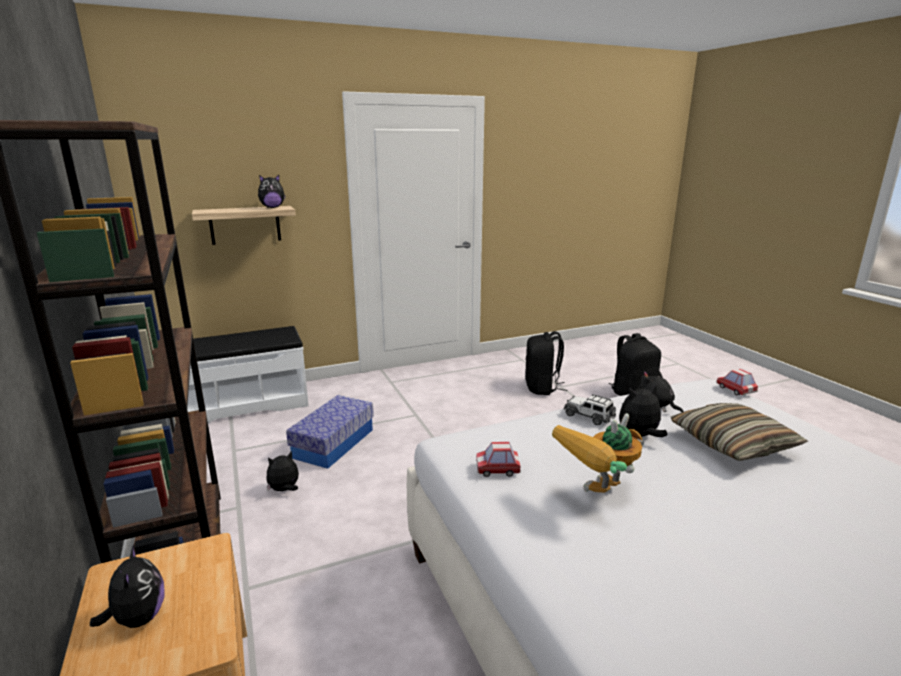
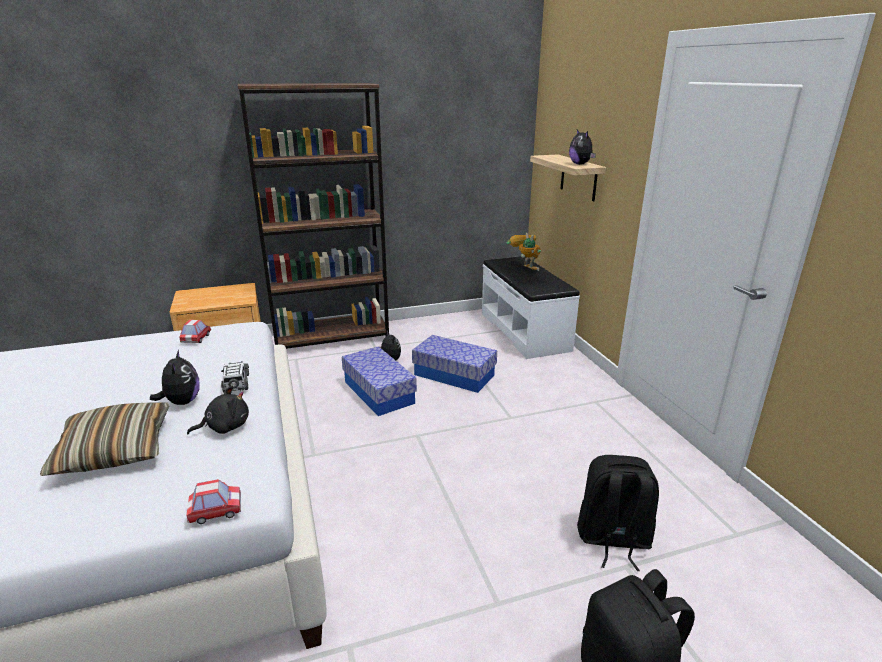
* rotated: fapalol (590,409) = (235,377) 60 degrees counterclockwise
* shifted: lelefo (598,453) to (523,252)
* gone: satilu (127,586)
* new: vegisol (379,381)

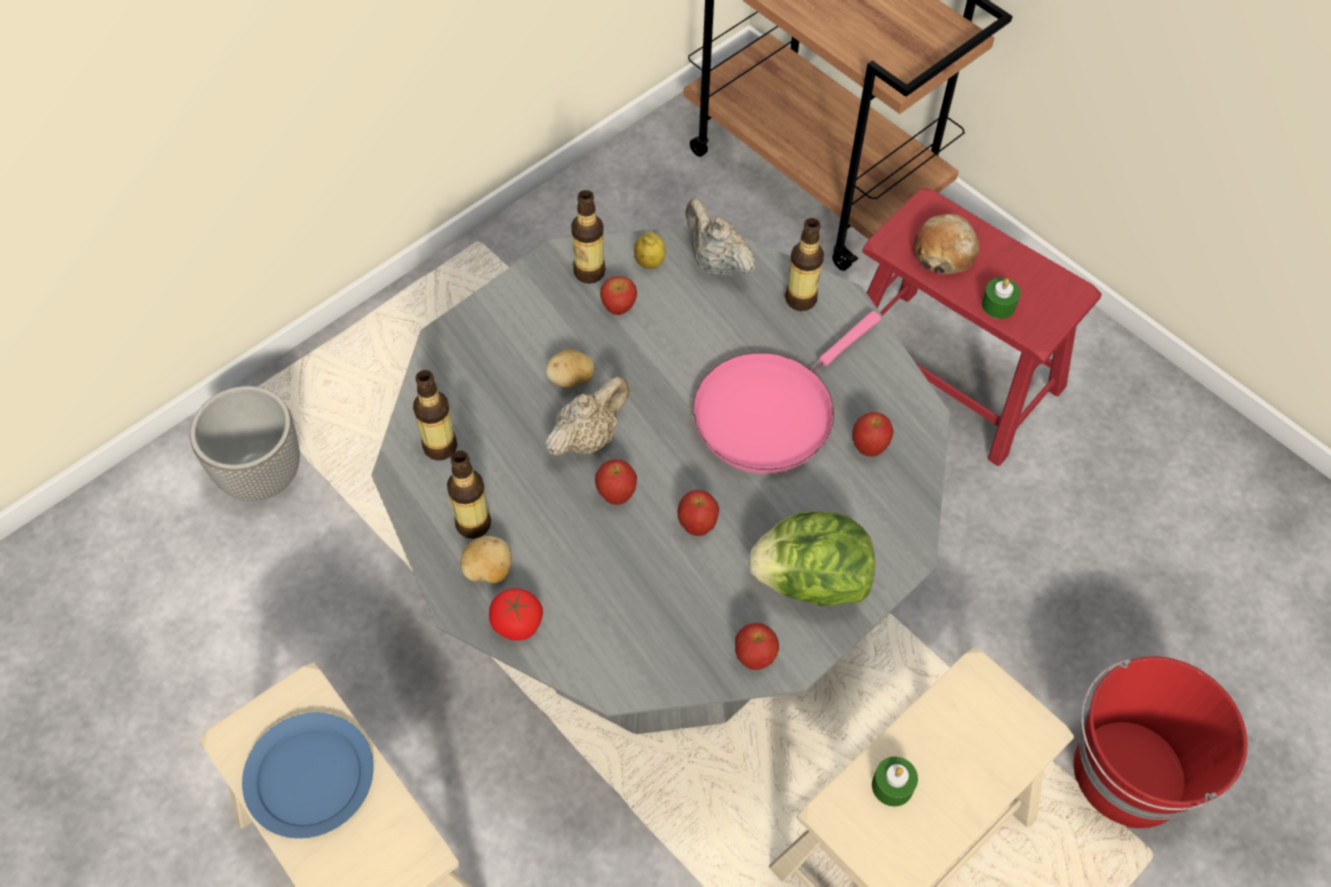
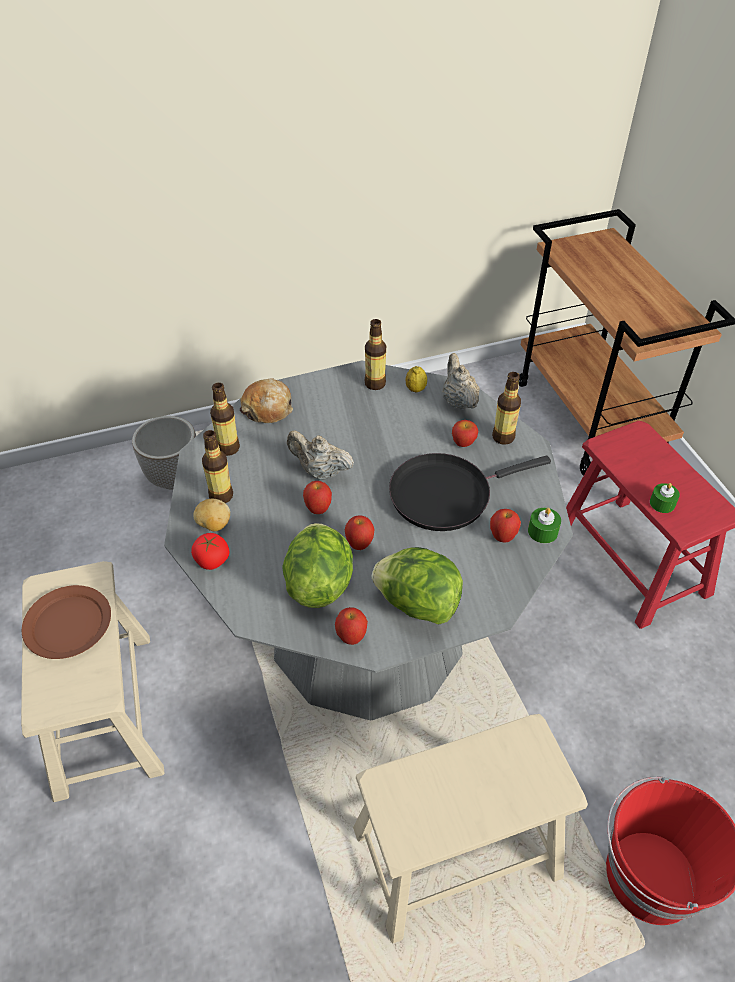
* shifted: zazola (946,244) to (266,400)
* shifted: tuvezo (618,295) to (465,433)
* repainted: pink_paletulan (787,392) to black_paletulan (470,492)
* gone: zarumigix (569,368)
* rotated: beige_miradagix (588,416) = (320,455) 135 degrees counterclockwise
* repainted: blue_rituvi (307,775) to brown_rituvi (66,622)
* shifted: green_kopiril (895,782) to (544,525)
* new: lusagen (317,565)

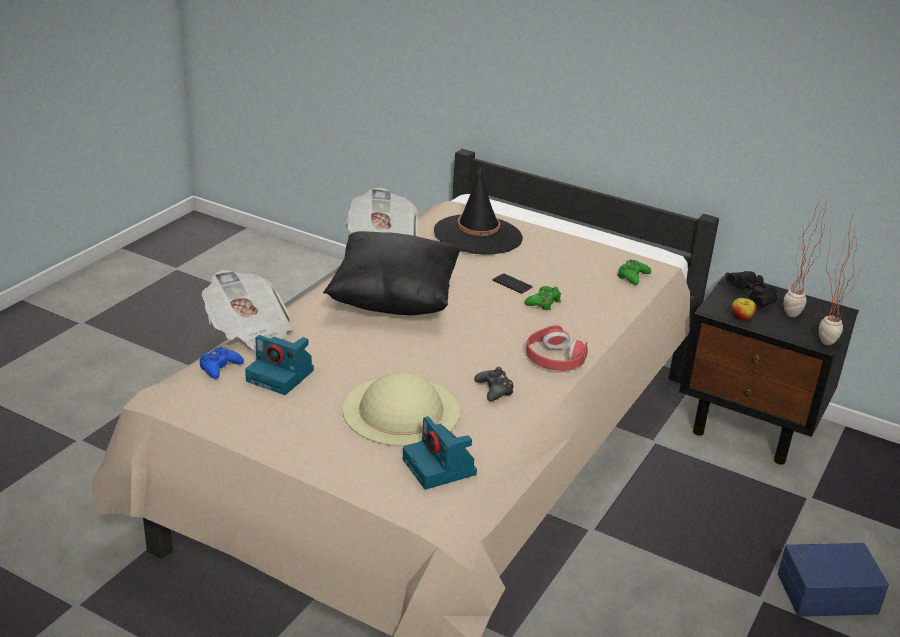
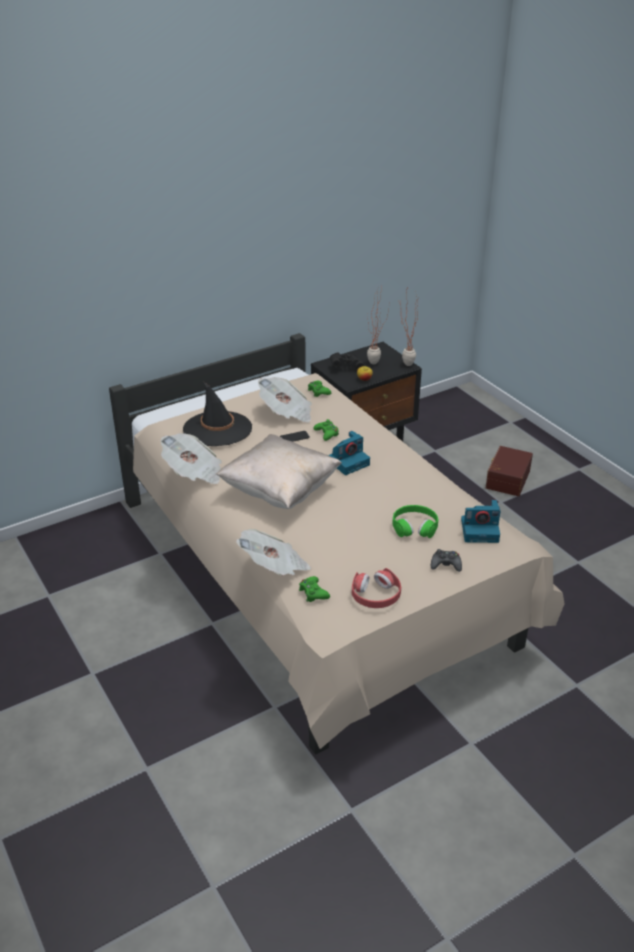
* repainted: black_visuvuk (391,273) to beige_visuvuk (279,471)
* shifted: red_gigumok (557,348) to (376,588)
* shifted: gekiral (279,365) to (349,453)
* repainted: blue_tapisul (222,363) to green_tapisul (314,589)
* shifted: black_tapisul (493,384) to (446,560)
* swapped: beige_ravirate (401,409) to green_gigumok (415,521)
* repainted: blue_vegisol (833,580) to brown_vegisol (509,471)
* new: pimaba (285,400)

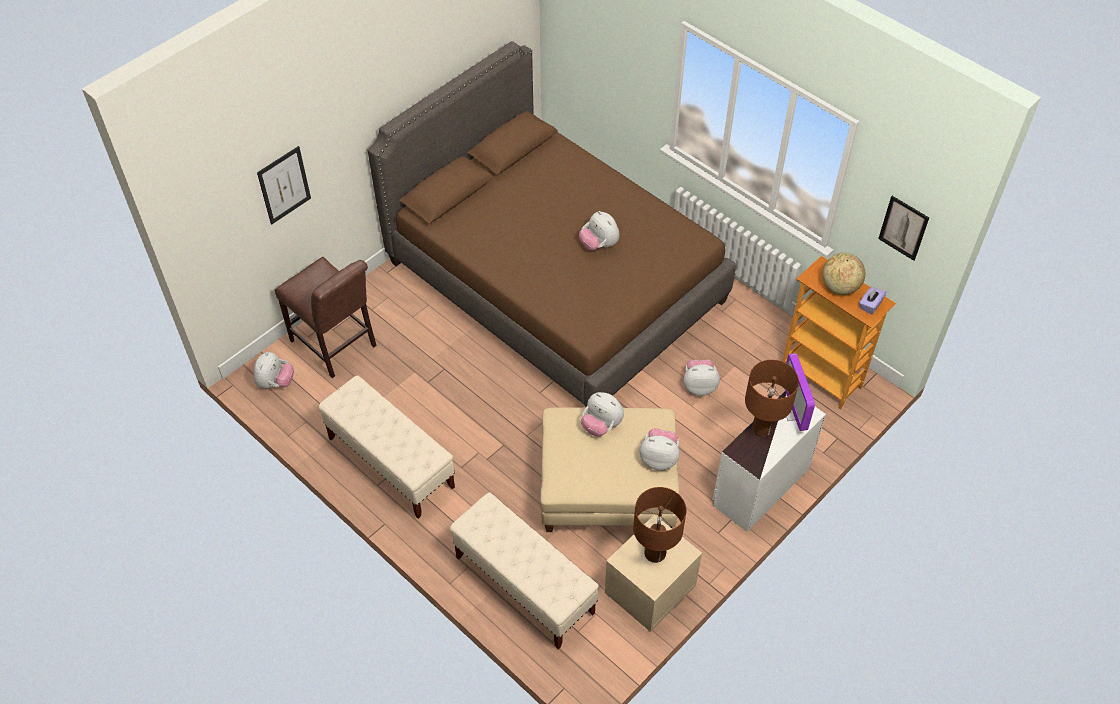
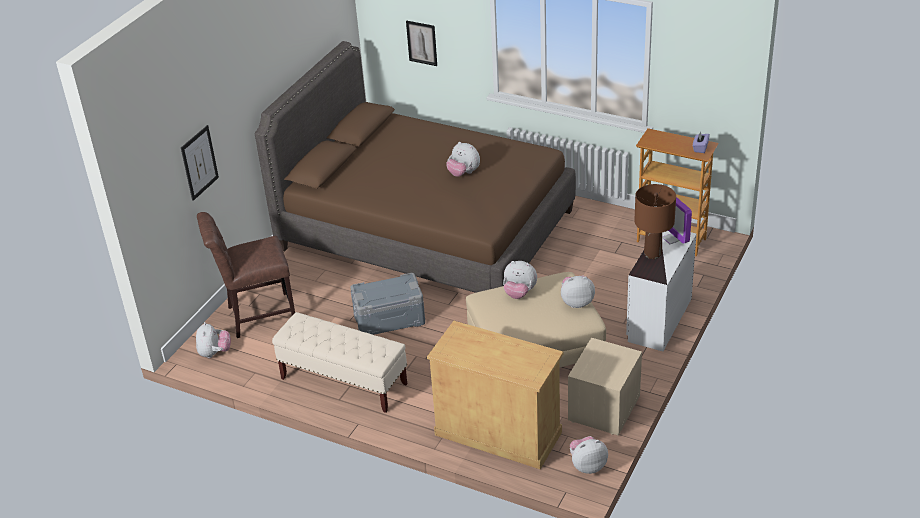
* shifted: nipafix (903,228) to (421,43)
* gone: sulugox (843,274)
* rotated: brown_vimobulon (326,317) = (246,275) 135 degrees clockwise
* shifted: satilu (702,378) to (589,455)
* gone: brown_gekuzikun (659,525)
* swapped: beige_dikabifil (524,571) to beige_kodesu (495,395)
* new: grey_vegisol (387,304)

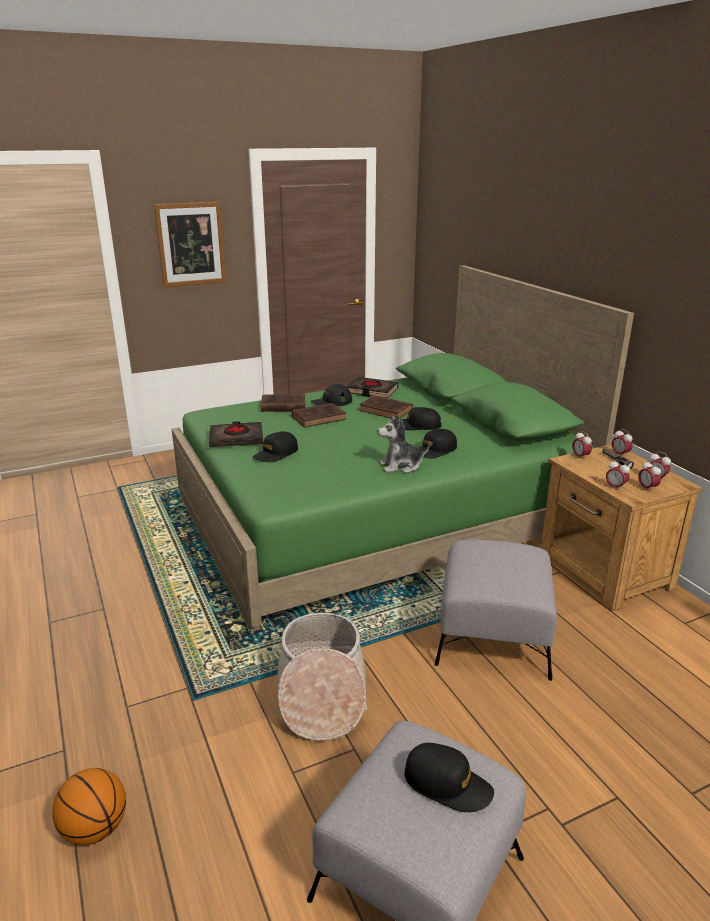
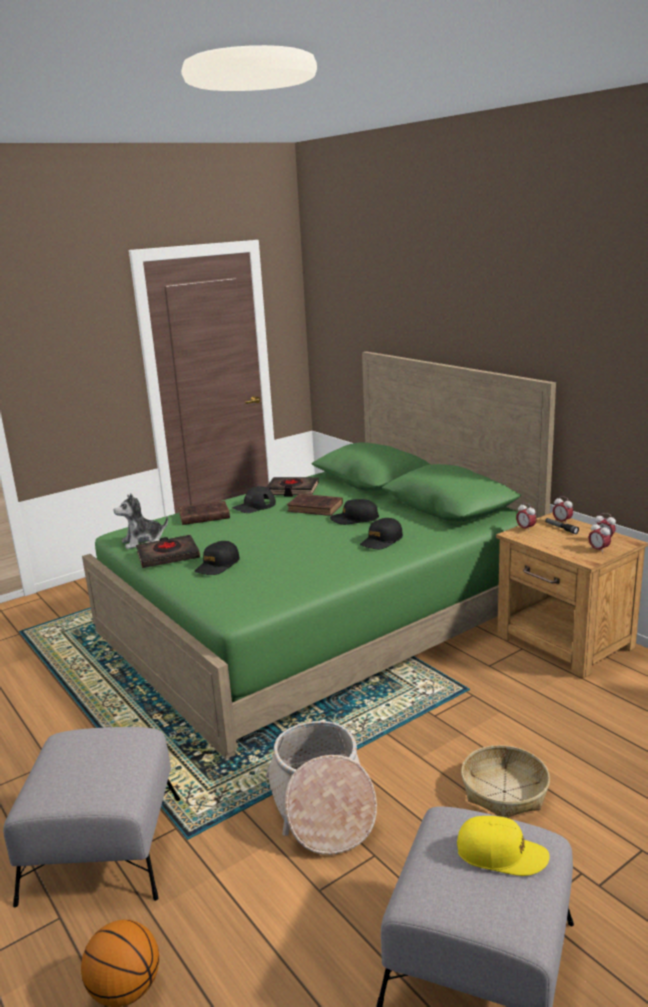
* gone: nipafix (190,244)
* gone: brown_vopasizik (319,415)
* shifted: satilu (403,444) to (140,521)
* gone: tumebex (618,475)
* shifted: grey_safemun (496,610) to (91,817)
* repainted: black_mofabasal (449,777) to yellow_mofabasal (503,846)
* new: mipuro (505,781)

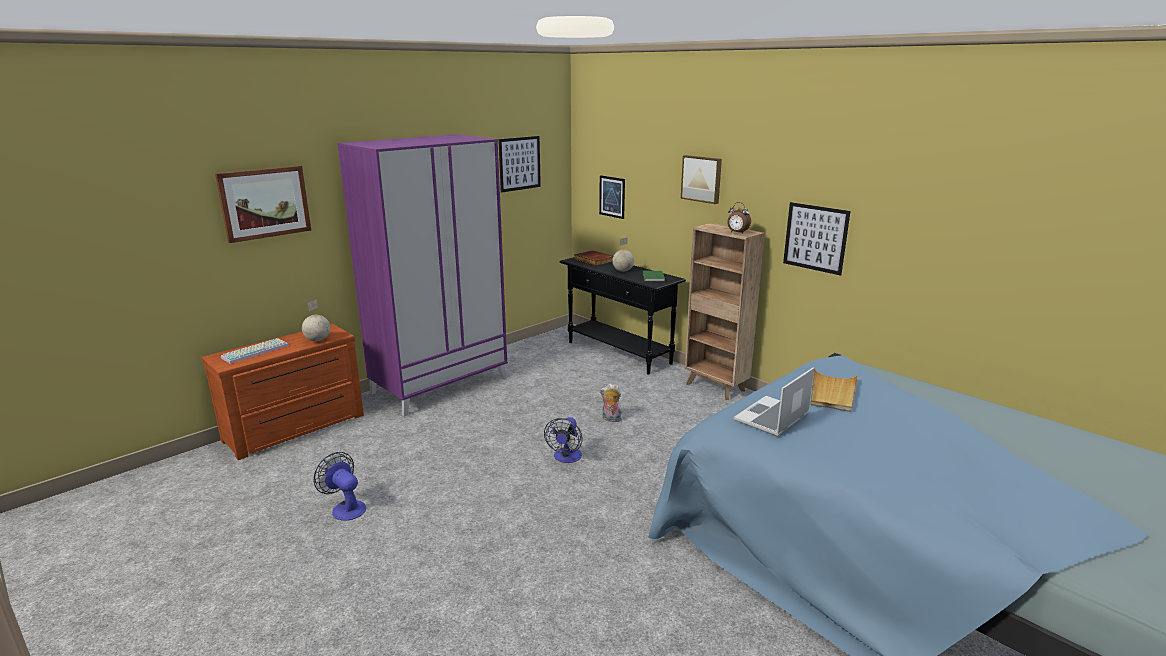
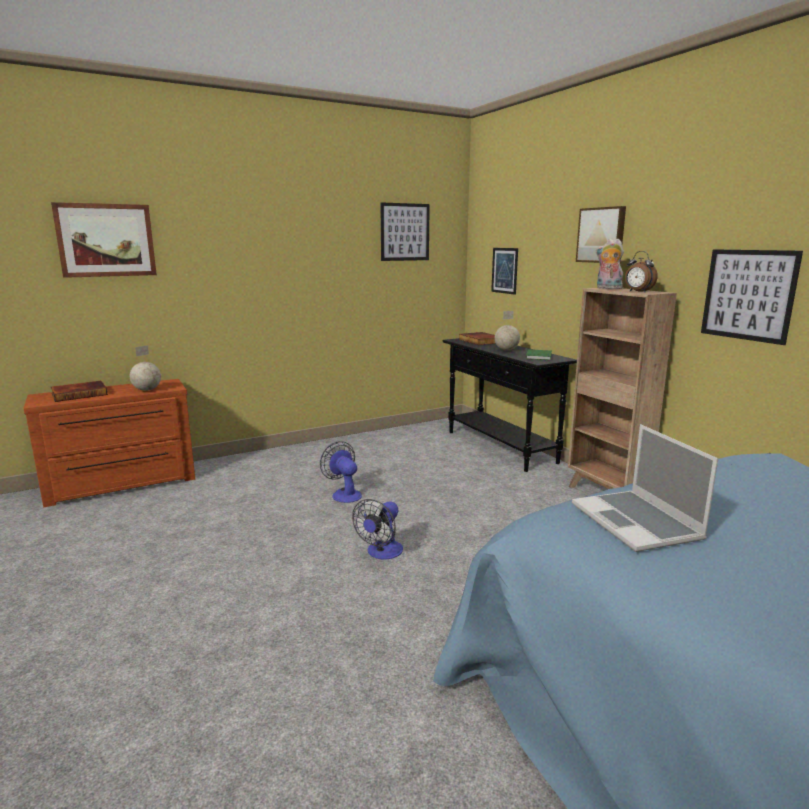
* gone: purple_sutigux (422,275)
* swapped: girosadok (255,351) to vopasizik (79,391)
* rotated: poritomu (774,402) = (645,488) 75 degrees counterclockwise
* gone: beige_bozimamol (834,390)
* shifted: satilu (610,403) to (610,264)
* shifted: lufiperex (339,486) to (341,472)

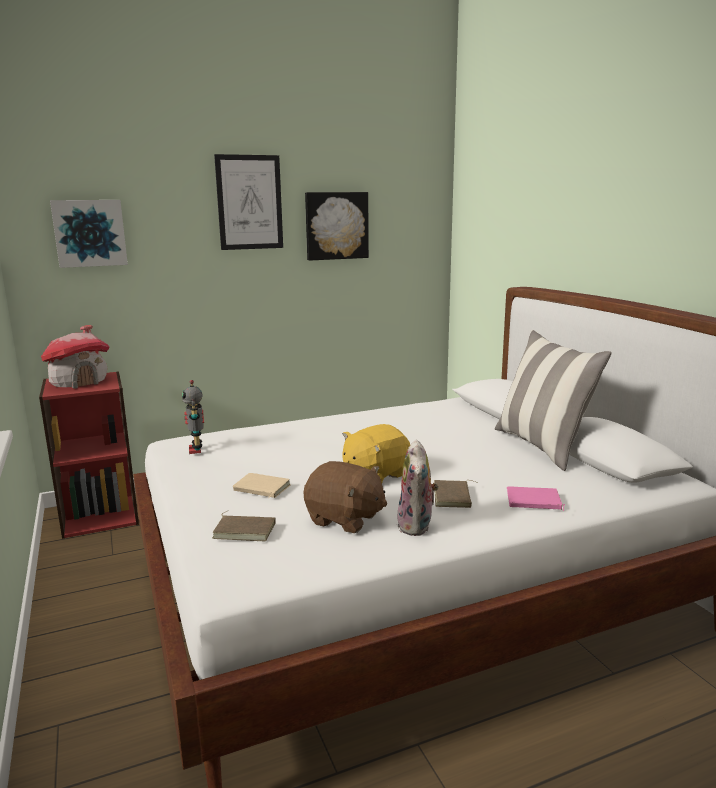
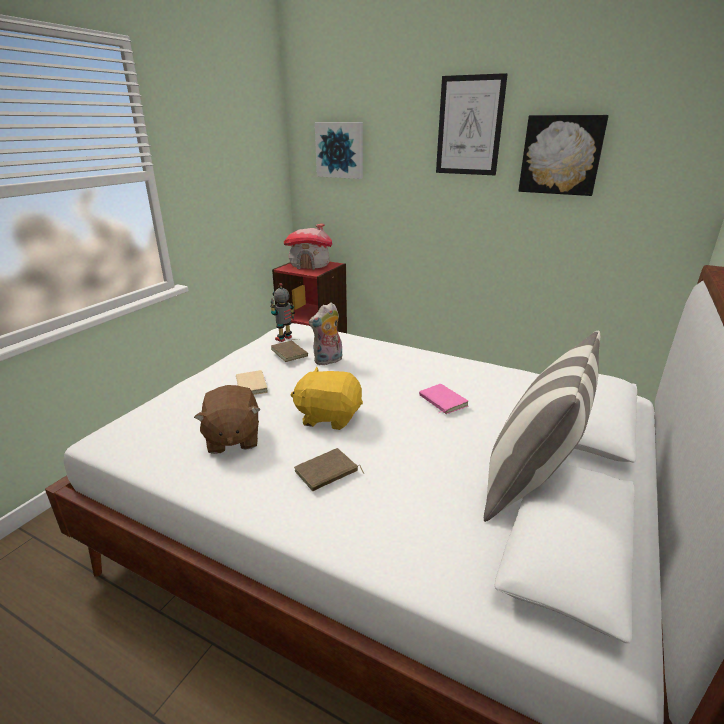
* shifted: satilu (417,488) to (325,334)
* shifted: pink_vopasizik (536,499) to (443,399)
* shifted: brown_vopasizik (243,526) to (289,350)

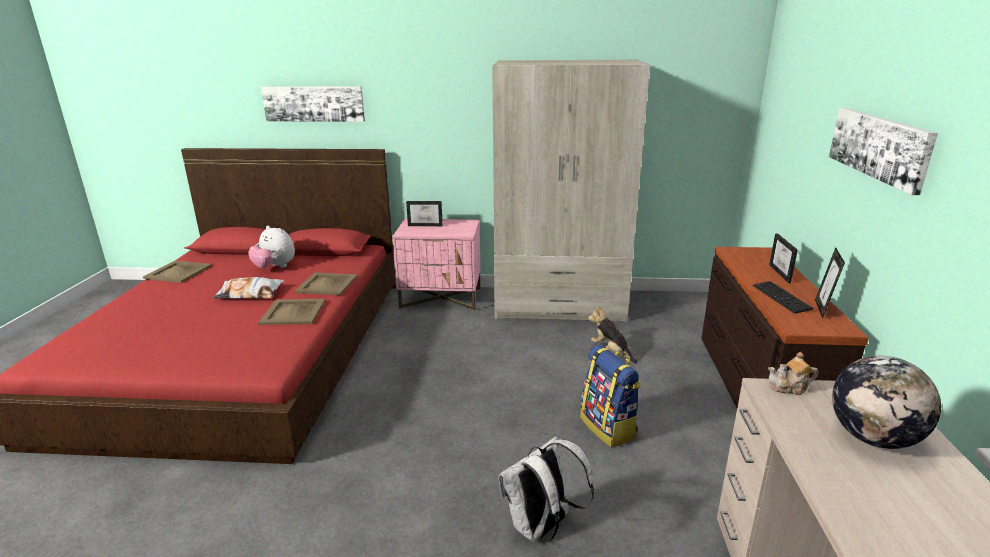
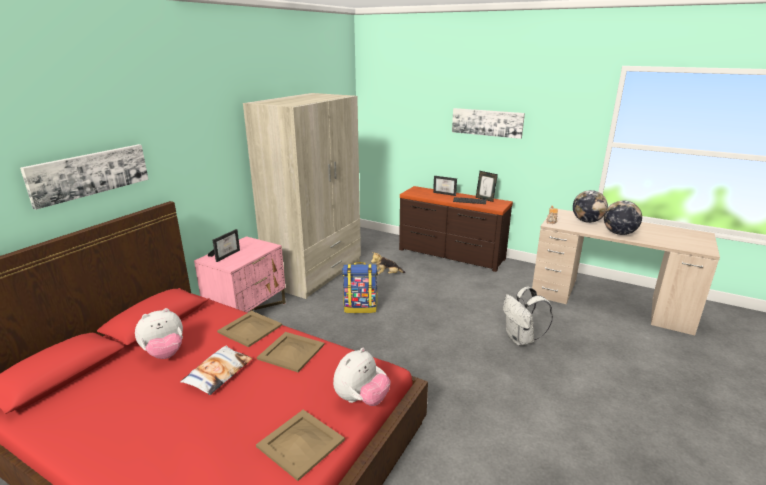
* shifted: beige_bozimamol (177,271) to (300,445)
* shifted: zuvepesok (610,396) to (360,287)
* new: sulugox (623,218)
* new: satilu (362,377)

